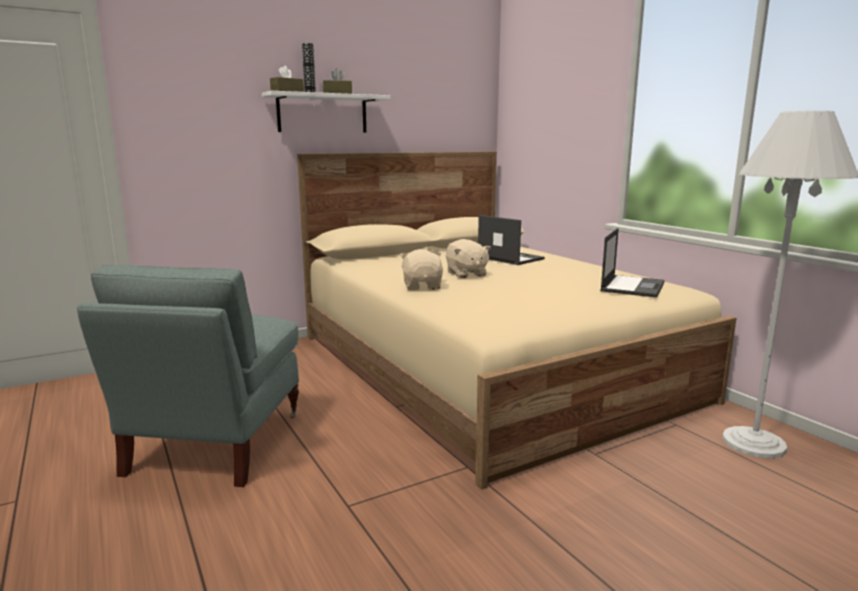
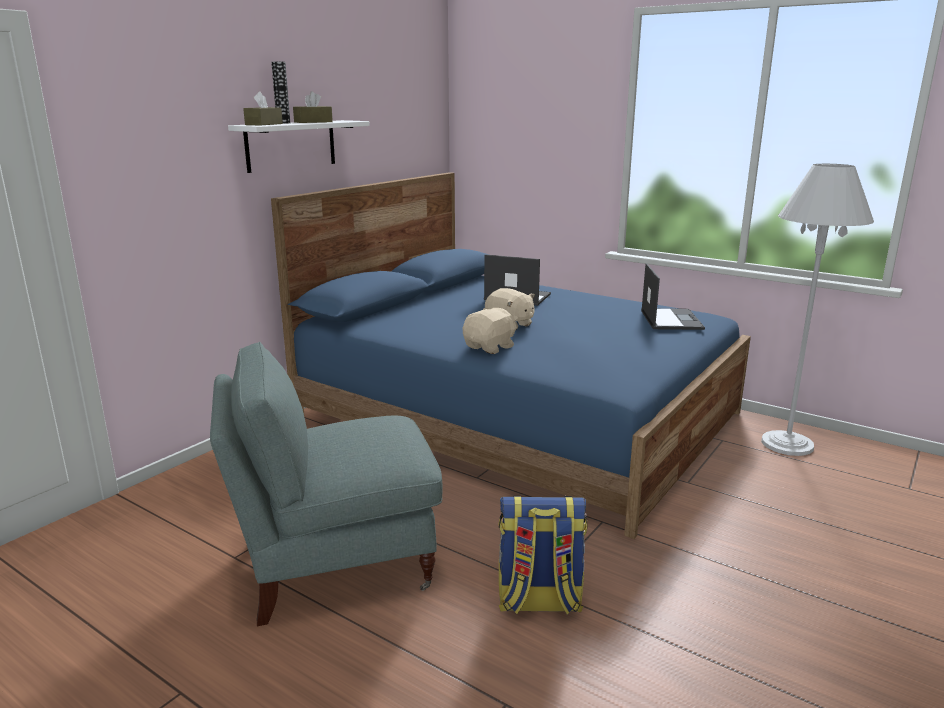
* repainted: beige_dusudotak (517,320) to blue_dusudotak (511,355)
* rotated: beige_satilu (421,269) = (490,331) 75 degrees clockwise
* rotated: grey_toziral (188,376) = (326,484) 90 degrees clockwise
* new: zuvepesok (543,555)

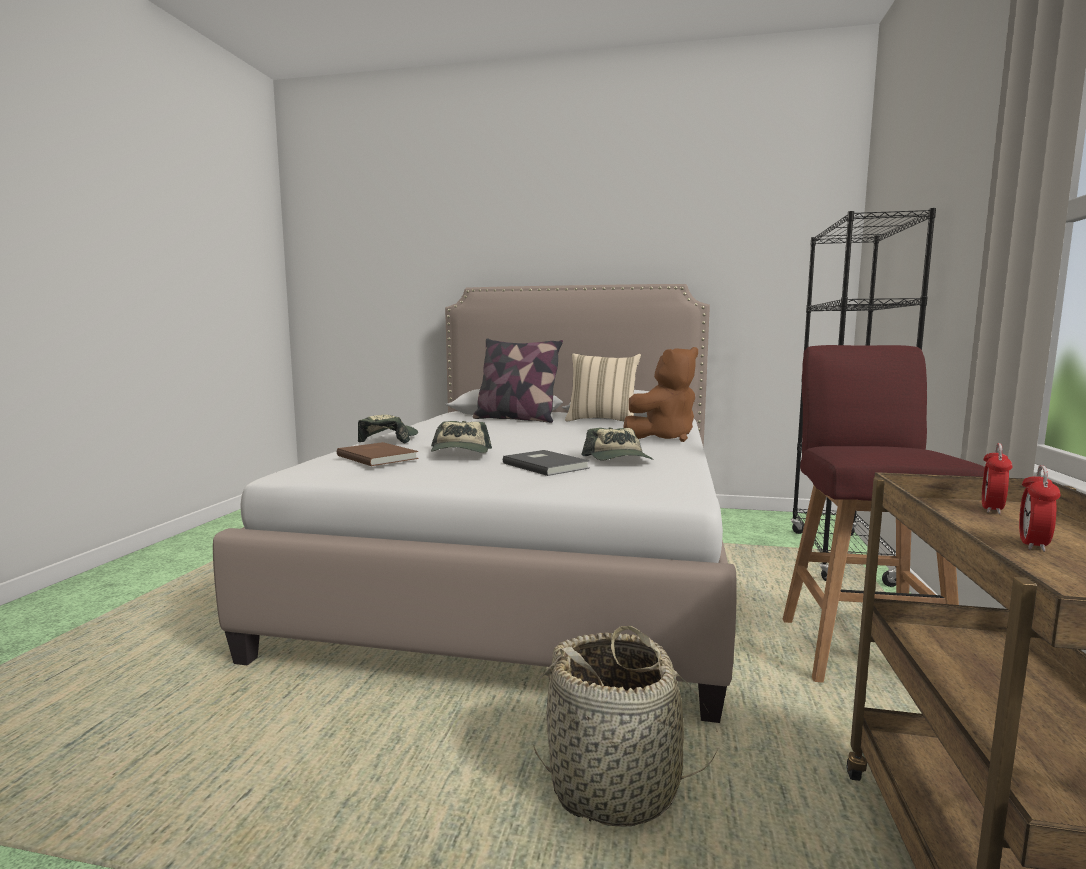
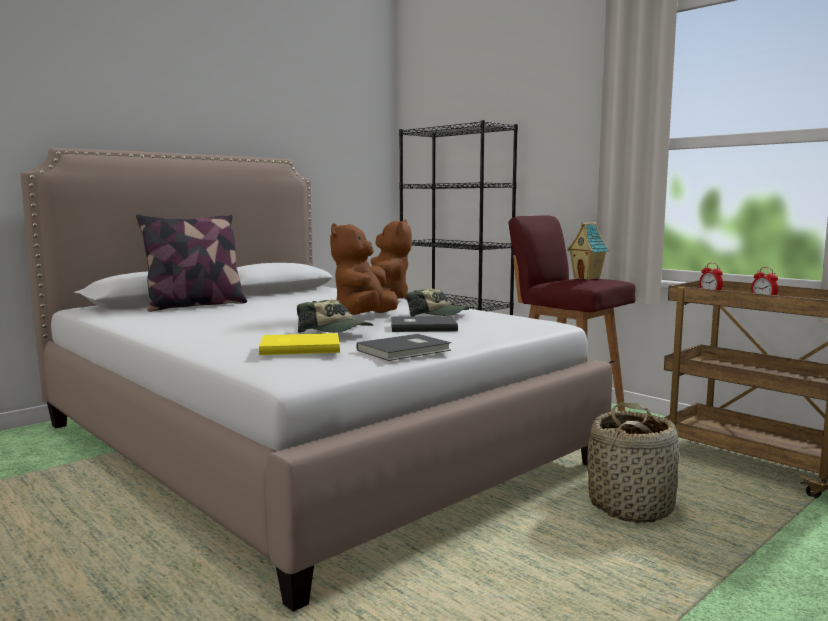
* gone: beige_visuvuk (603,387)
* gone: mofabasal (388,429)
* repainted: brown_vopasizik (378,454) to yellow_vopasizik (299,344)
* new: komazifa (588,251)
* new: brown_satilu (364,269)
* new: grey_vopasizik (403,347)

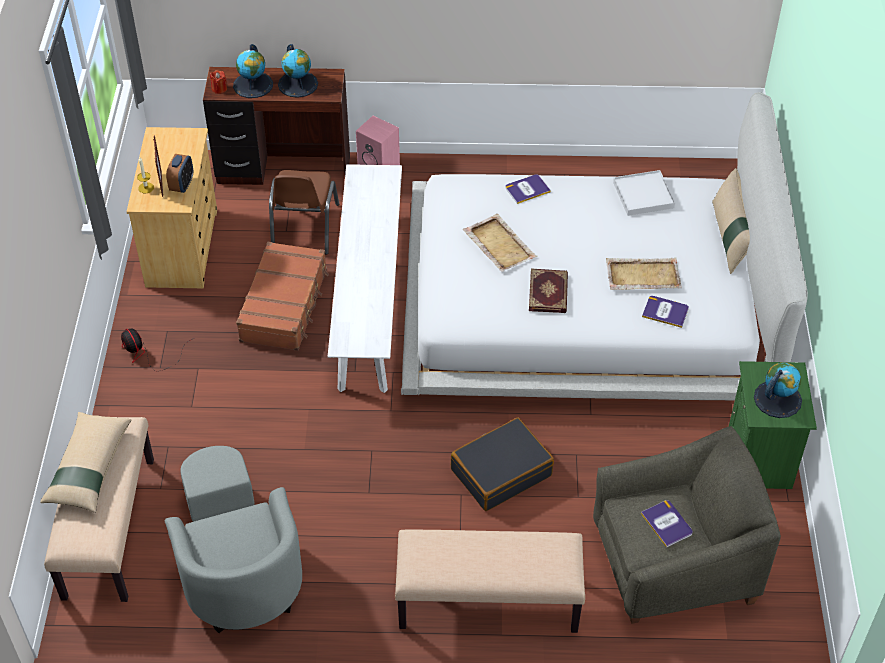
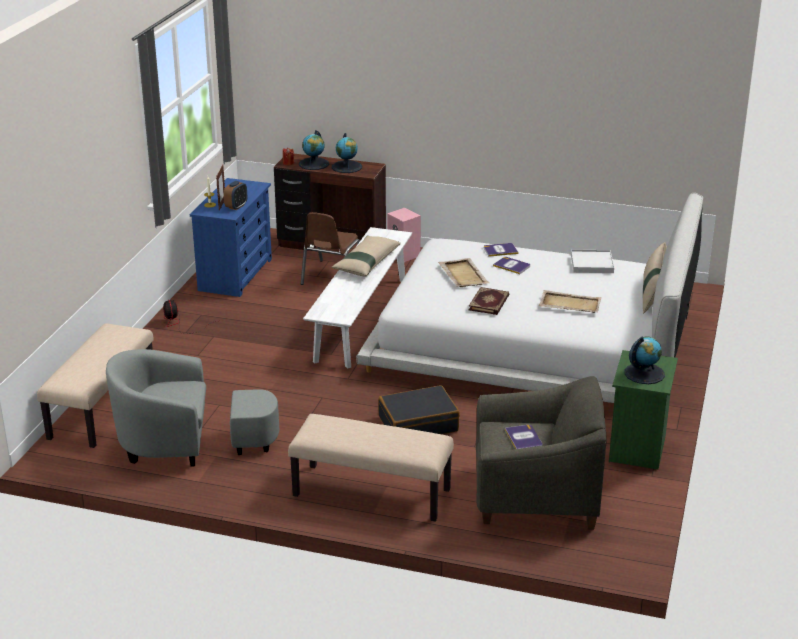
* repainted: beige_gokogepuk (172,207) to blue_gokogepuk (231,237)
* gone: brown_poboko (282,296)
* shifted: vopasizik (665,312) to (511,265)
* shifted: beige_visuvuk (85,462) to (366,256)
* rotated: grey_toziral (233,539) = (192,407) 90 degrees clockwise

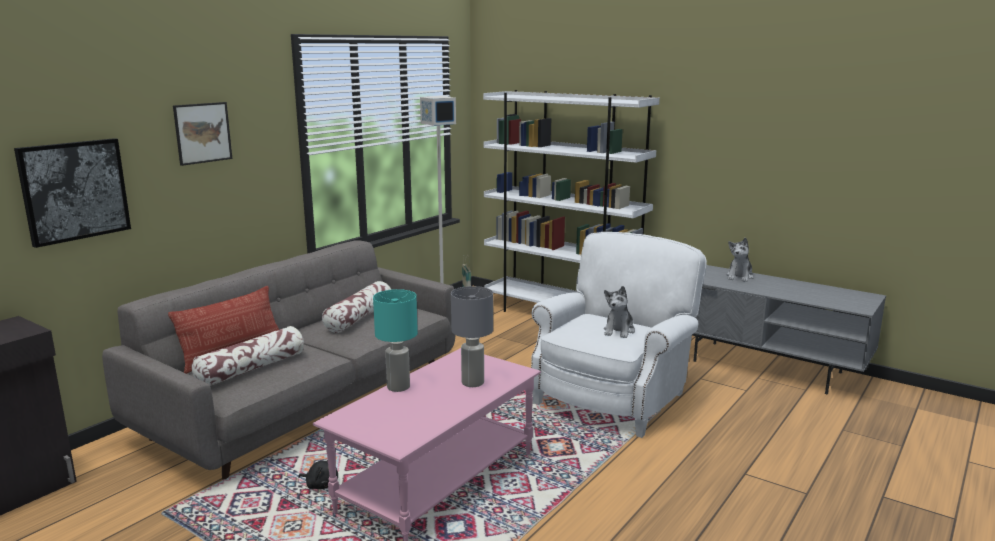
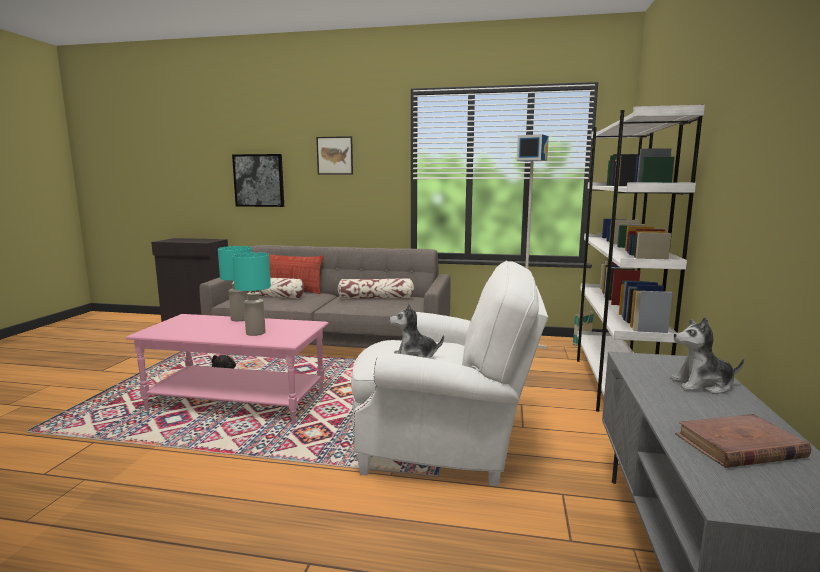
* repainted: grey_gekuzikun (472,336) to turquoise_gekuzikun (251,294)
* new: brown_vopasizik (743,441)

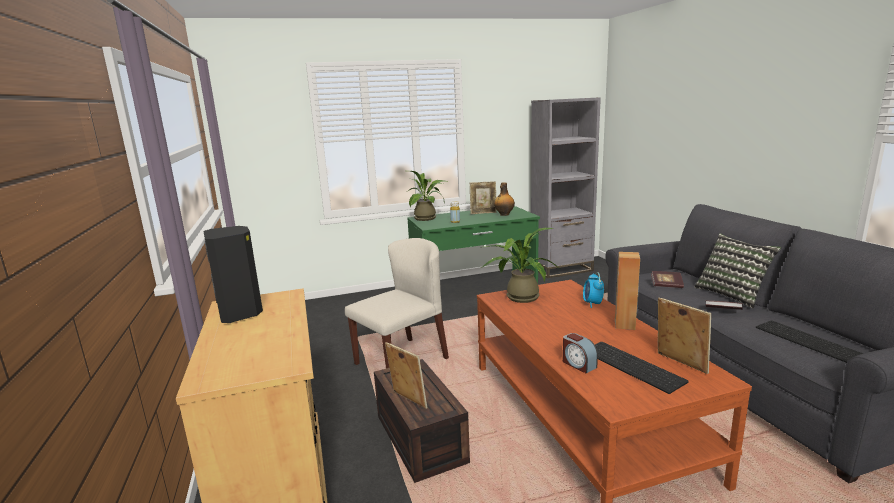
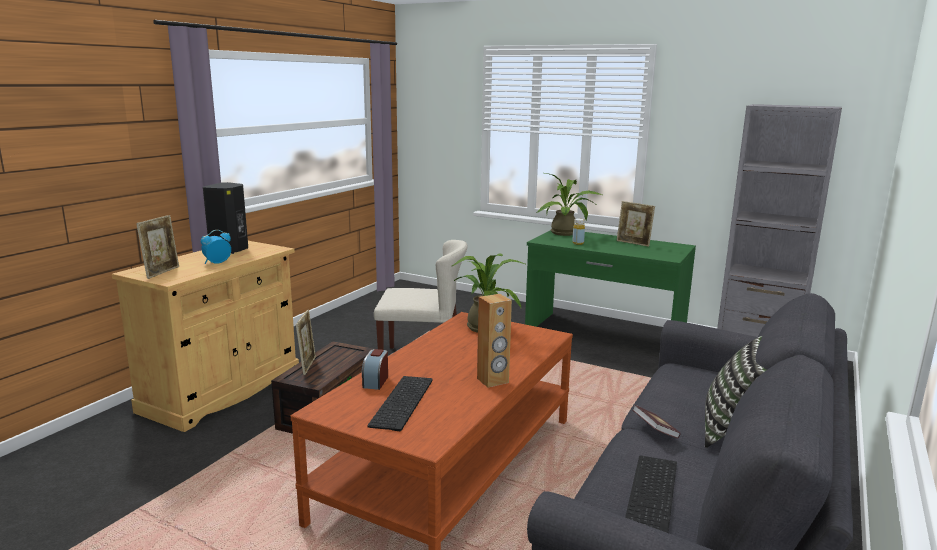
* gone: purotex (504,199)
* gone: vopasizik (667,279)
* shifted: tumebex (593,290) to (216,247)
* shifted: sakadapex (684,336) to (157,247)

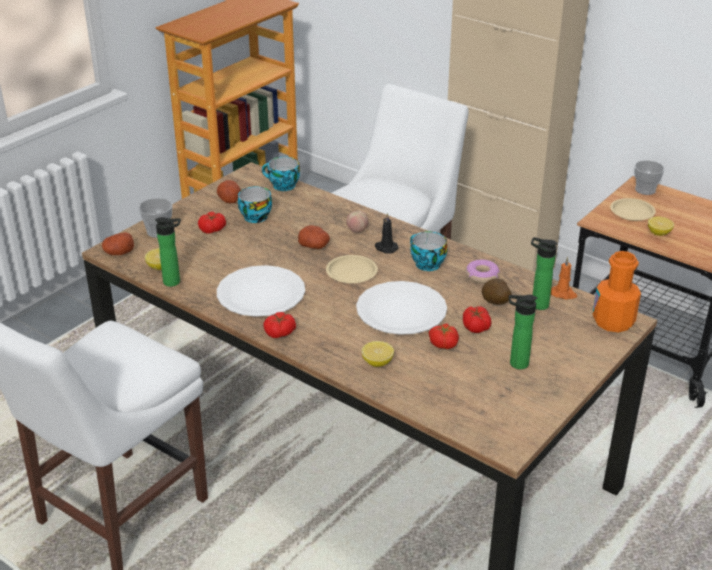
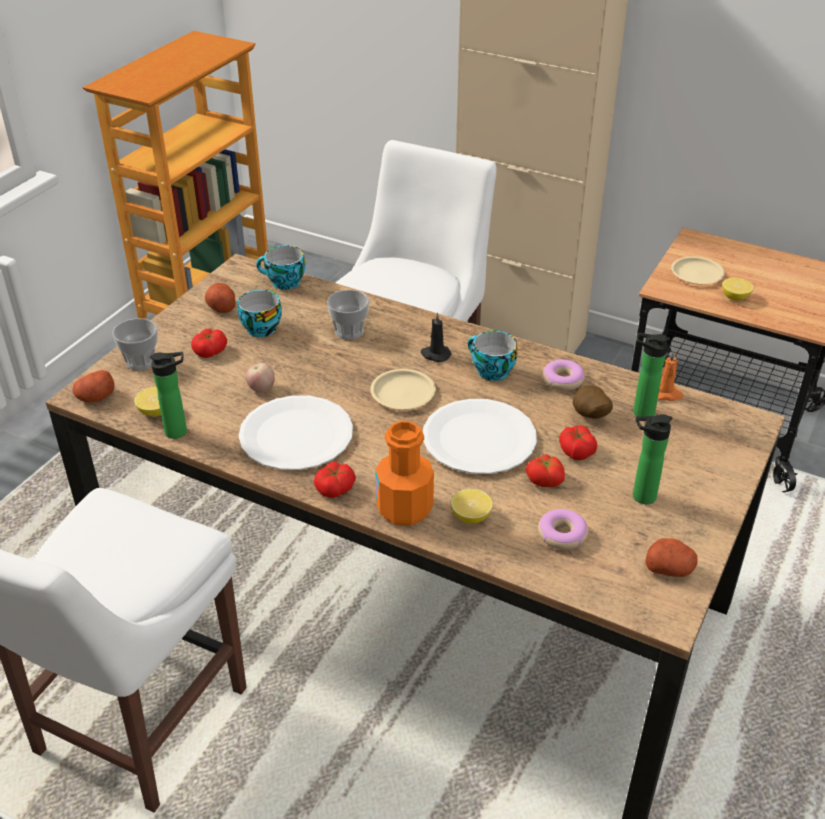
* shifted: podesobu (649,177) to (348,315)
* shifted: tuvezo (357,222) to (260,378)
* shifted: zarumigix (314,237) to (671,557)
* shifted: orange_purotex (617,292) to (404,473)
* new: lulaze (563,529)

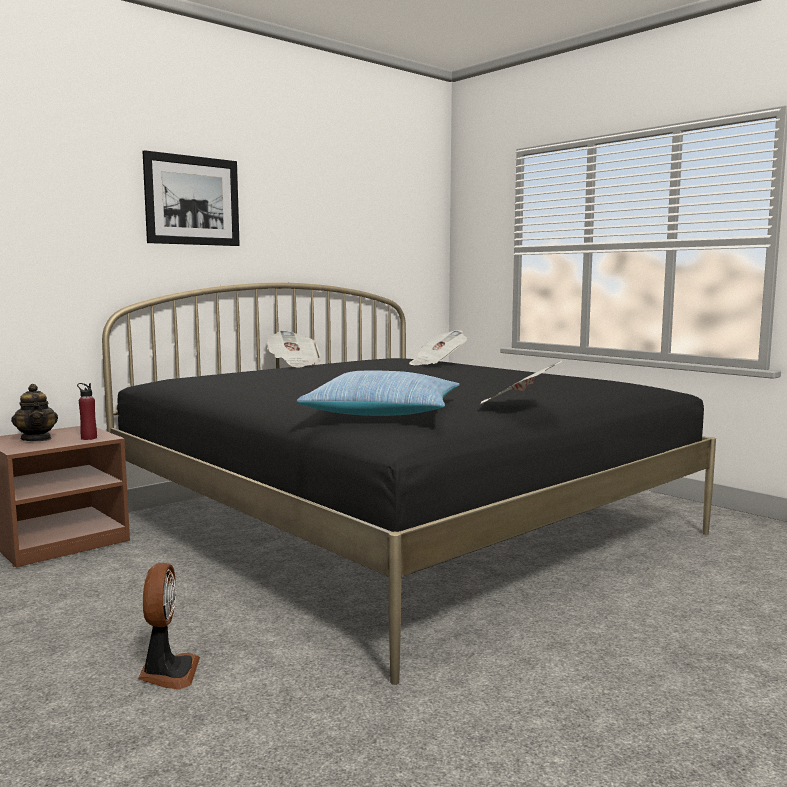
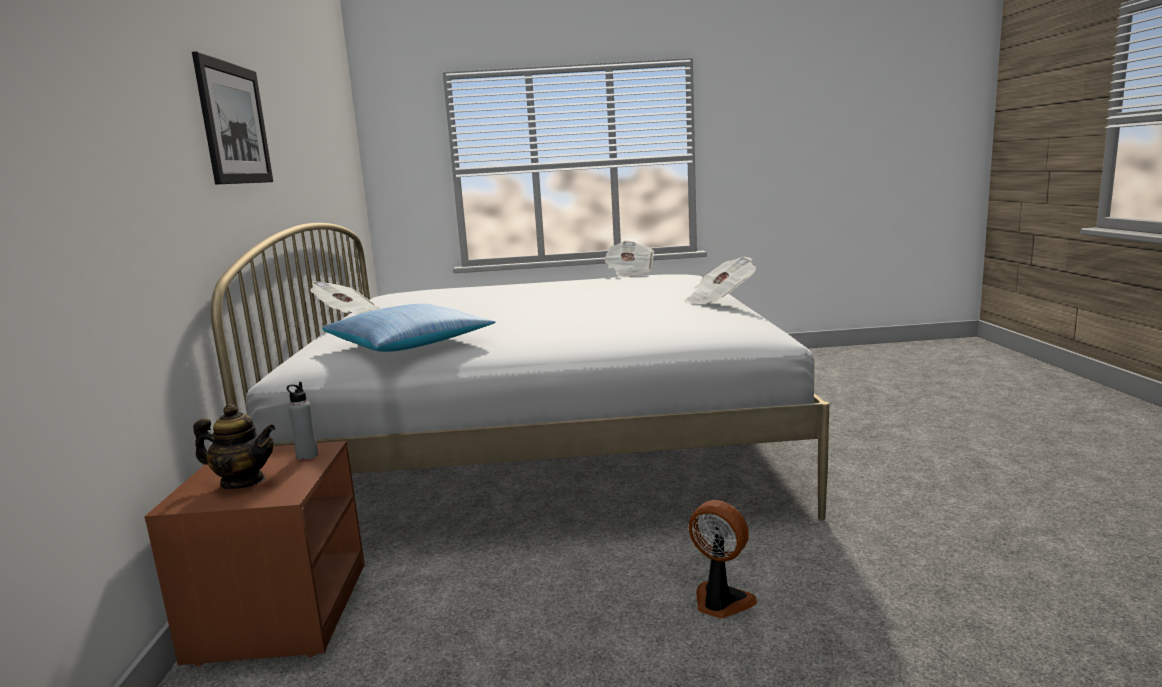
* repainted: black_dusudotak (409,483) to white_dusudotak (520,371)
* shifted: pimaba (438,347) to (629,259)
* shifted: visuvuk (378,393) to (408,328)
* repainted: red_purotex (87,411) to grey_purotex (302,421)

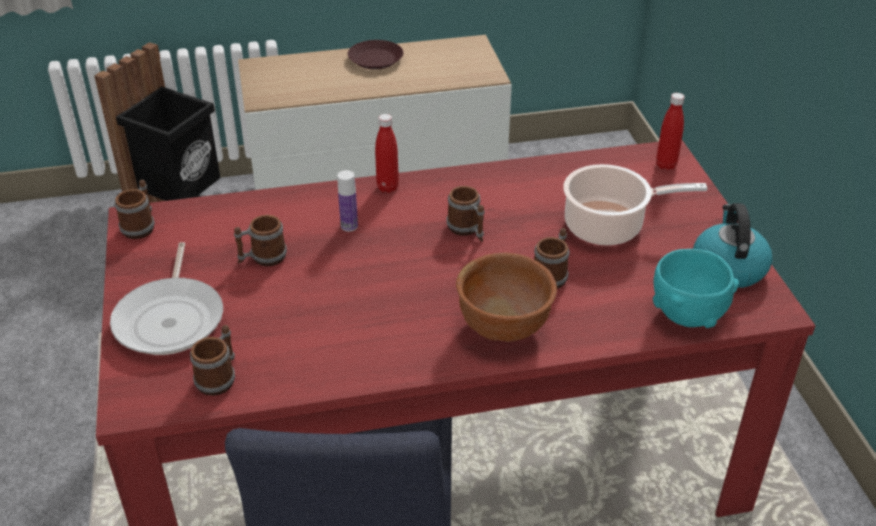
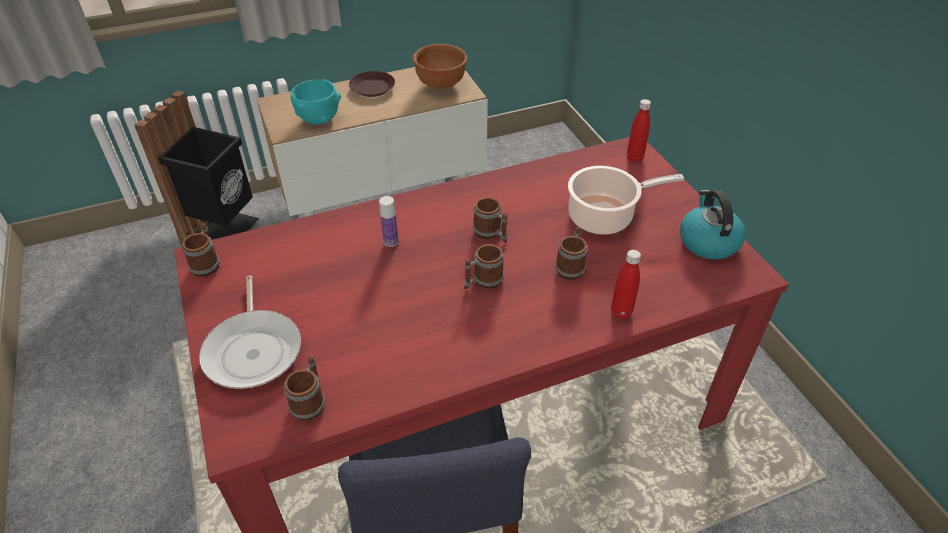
* shifted: red_purotex (387,153) to (626,284)
* shifted: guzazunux (260,240) to (484,266)
* shifted: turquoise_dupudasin (696,288) to (316,102)
* shifted: brown_dupudasin (506,297) to (440,66)

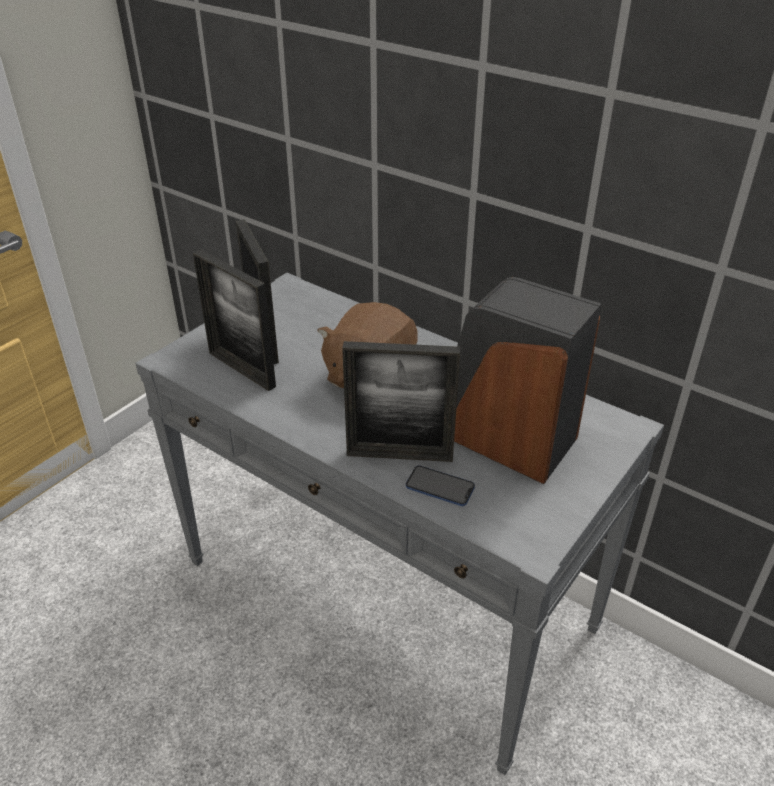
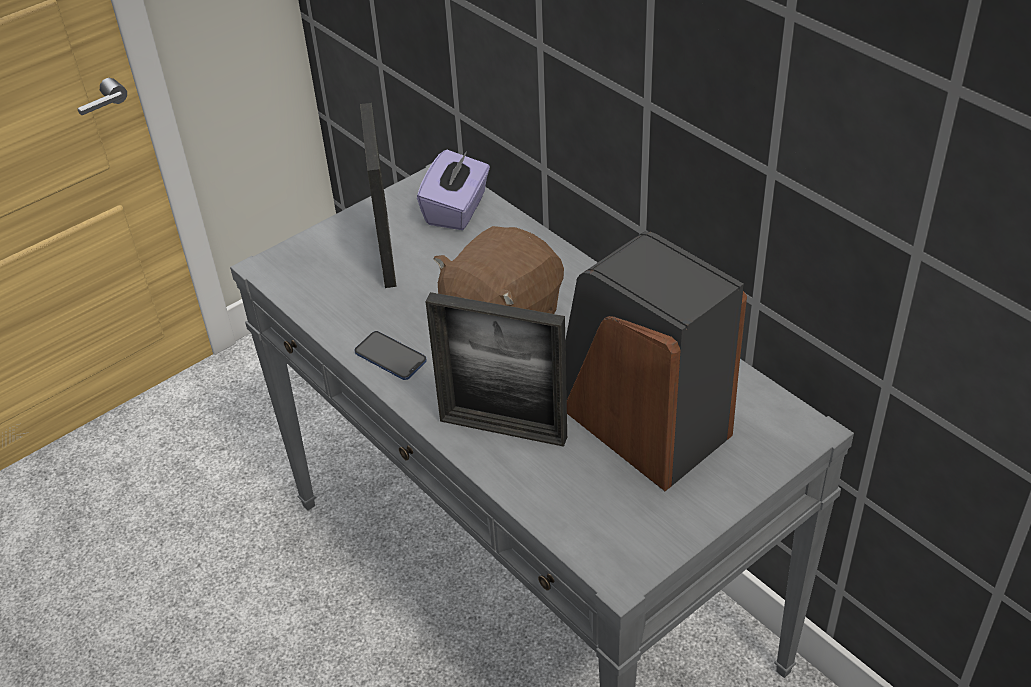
* gone: sakadapex (234,320)
* shifted: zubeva (440,485) to (391,355)
* new: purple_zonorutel (453,190)

